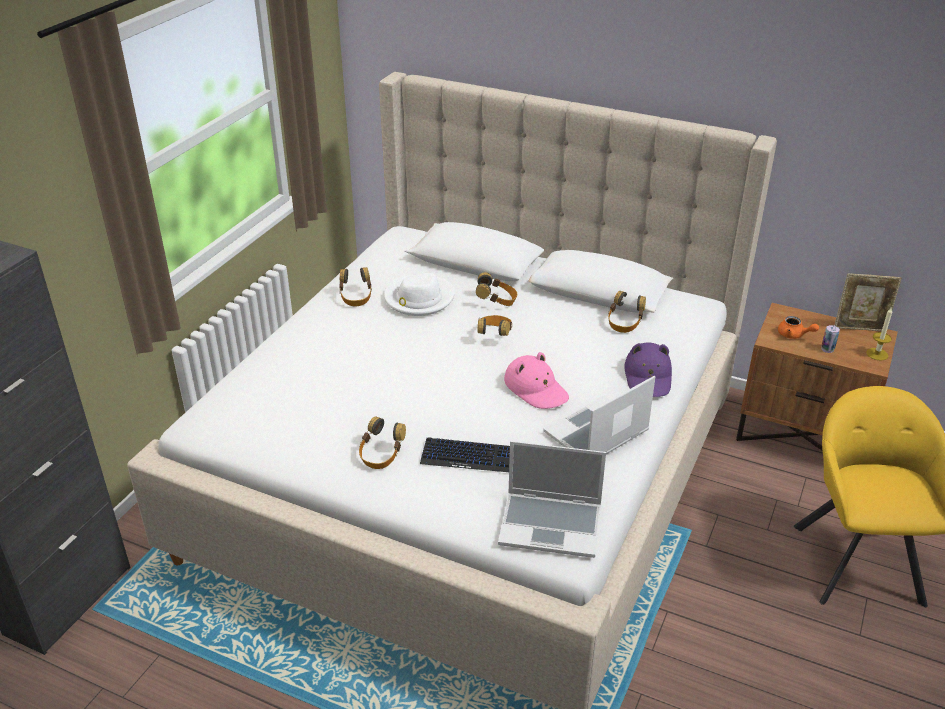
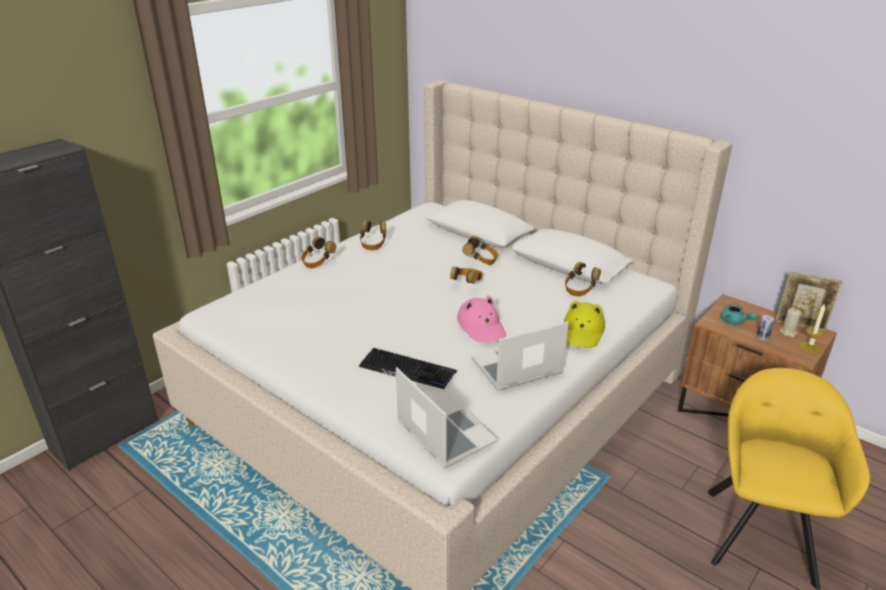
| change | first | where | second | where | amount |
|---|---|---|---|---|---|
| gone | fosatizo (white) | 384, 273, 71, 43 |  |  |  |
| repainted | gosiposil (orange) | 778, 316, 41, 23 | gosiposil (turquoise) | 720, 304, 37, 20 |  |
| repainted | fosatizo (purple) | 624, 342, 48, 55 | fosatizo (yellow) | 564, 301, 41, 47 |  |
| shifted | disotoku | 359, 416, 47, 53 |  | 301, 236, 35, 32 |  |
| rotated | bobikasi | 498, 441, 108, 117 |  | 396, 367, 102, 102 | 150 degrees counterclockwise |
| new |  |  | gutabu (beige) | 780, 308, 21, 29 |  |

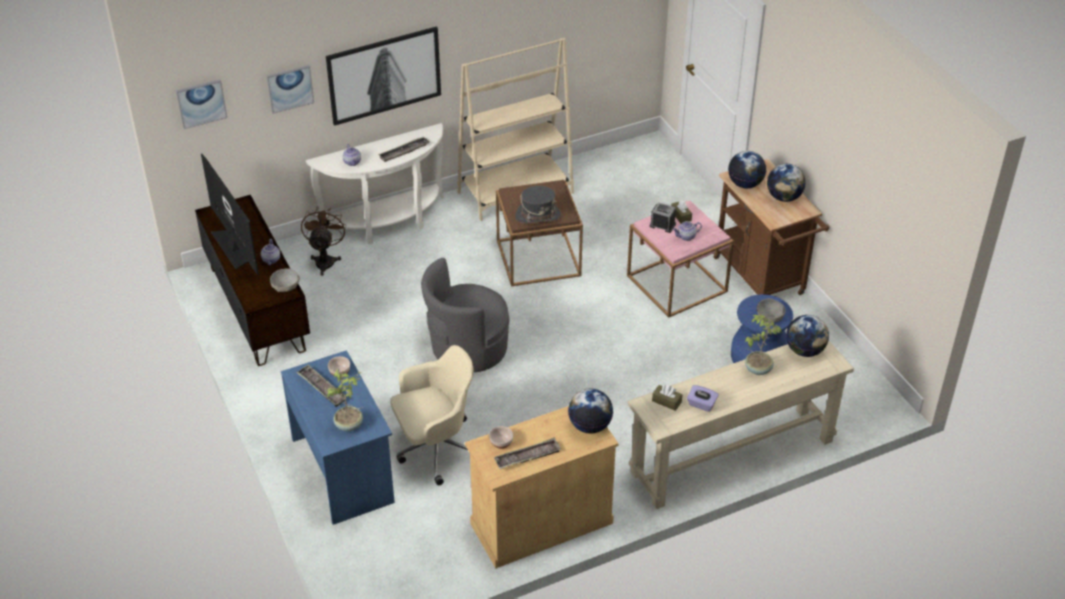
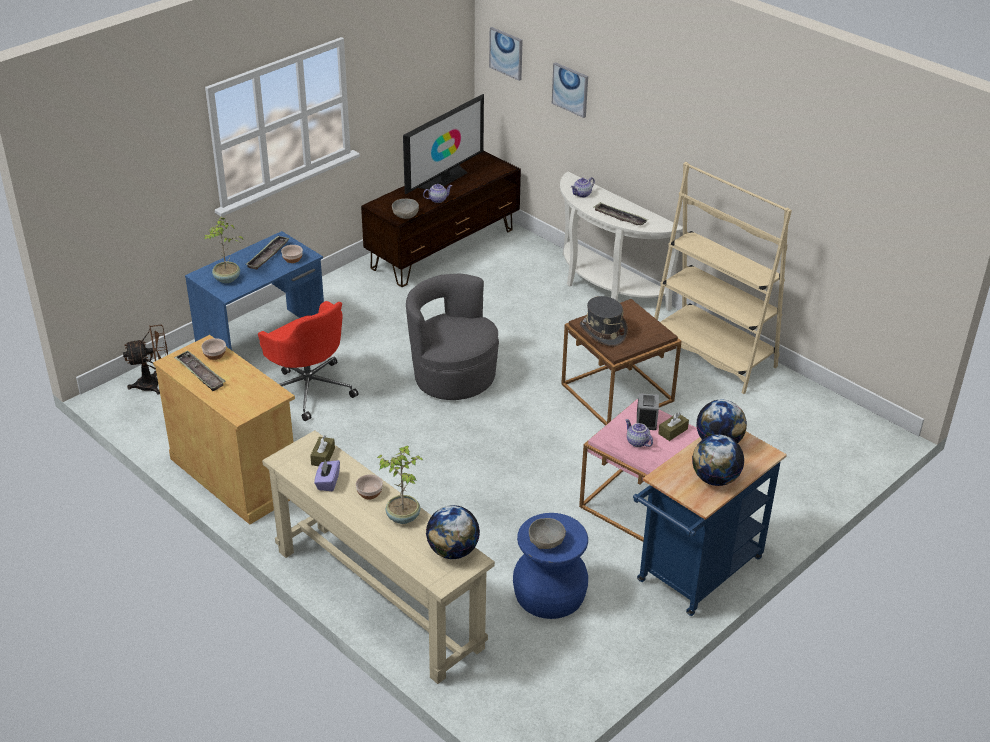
| change | first | where | second | where | amount |
|---|---|---|---|---|---|
| gone | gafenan | 326, 26, 115, 100 |  |  |  |
| repainted | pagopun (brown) | 714, 159, 115, 136 | pagopun (blue) | 633, 431, 154, 185 |  |
| shifted | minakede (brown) | 301, 208, 45, 68 |  | 123, 325, 45, 70 |  |
| repainted | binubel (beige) | 391, 345, 82, 140 | binubel (red) | 258, 301, 101, 120 |  |
| gone | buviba | 568, 389, 45, 45 |  |  |  |
| new |  |  | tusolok | 356, 474, 27, 26 |  |

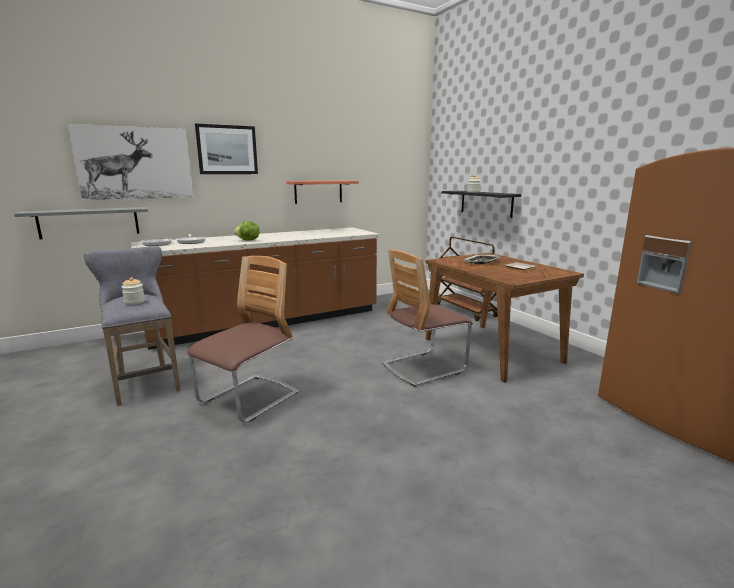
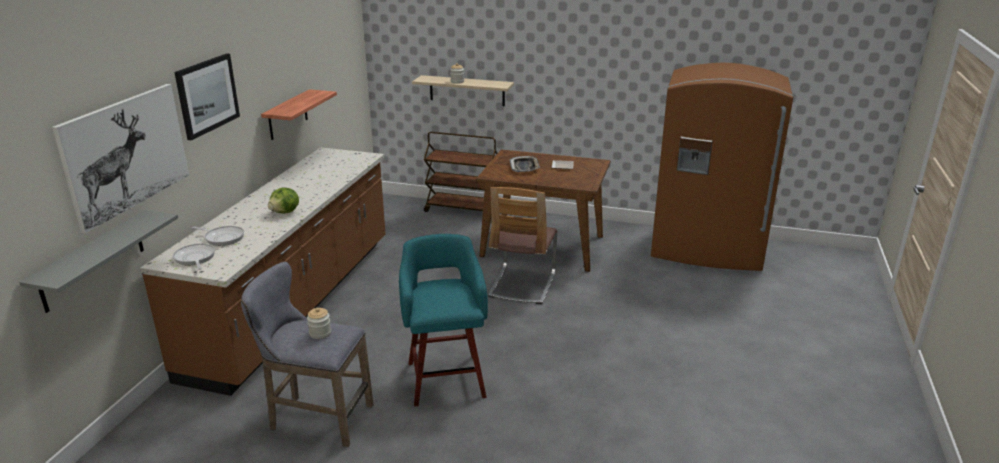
| change | first | where | second | where | amount |
|---|---|---|---|---|---|
| repainted | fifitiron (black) | 442, 191, 79, 27 | fifitiron (beige) | 412, 75, 102, 31 |  |
| swapped | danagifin | 187, 256, 112, 167 | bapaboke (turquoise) | 399, 234, 89, 173 |  |

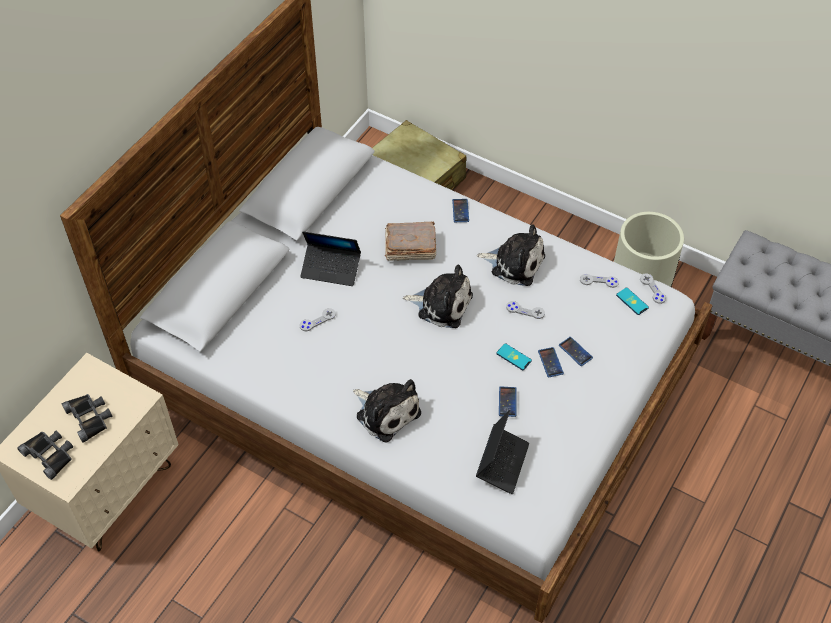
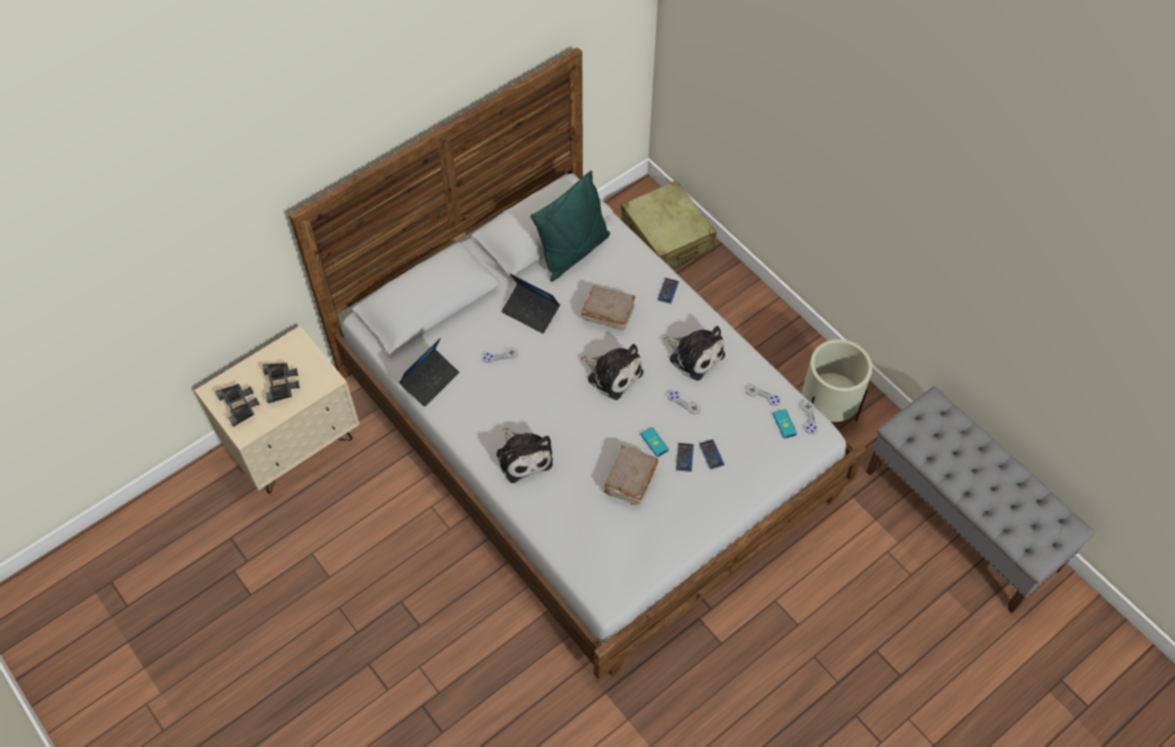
| change | first | where | second | where | amount |
|---|---|---|---|---|---|
| swapped | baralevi | 499, 386, 18, 31 | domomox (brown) | 604, 446, 54, 59 |  |
| shifted | bobikasi | 476, 410, 53, 84 |  | 399, 338, 60, 69 |  |
| new |  |  | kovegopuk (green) | 530, 170, 80, 112 |  |

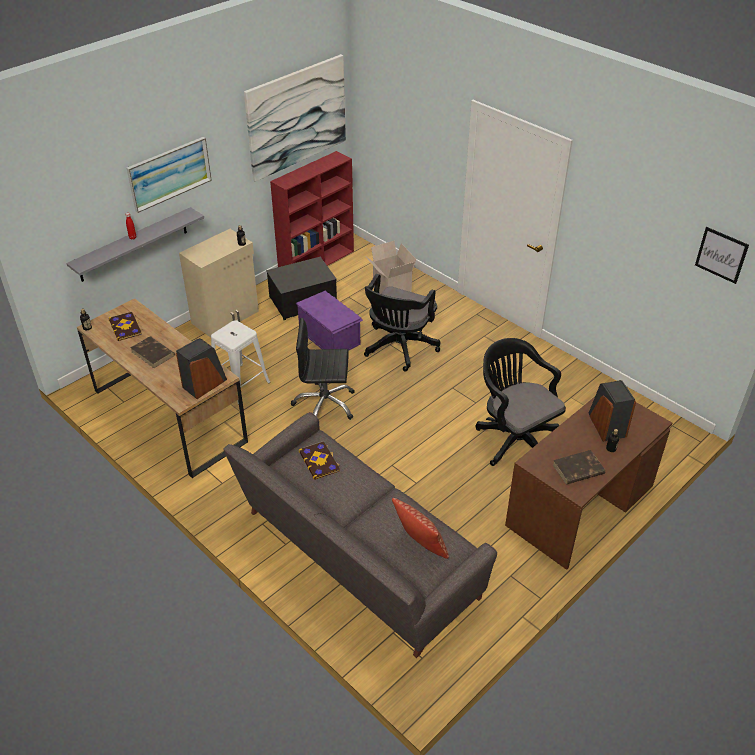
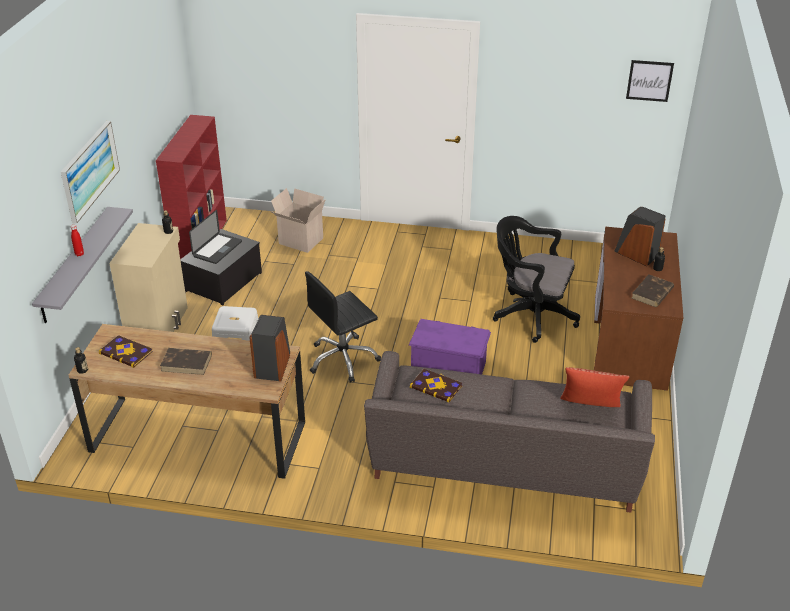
| change | first | where | second | where | amount |
|---|---|---|---|---|---|
| gone | gafenan | 244, 54, 102, 128 |  |  |  |
| gone | binubel (black) | 364, 274, 76, 98 |  |  |  |
| shifted | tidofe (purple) | 296, 291, 67, 59 |  | 408, 319, 83, 55 |  |
| new |  |  | bobikasi | 189, 210, 53, 54 |  |

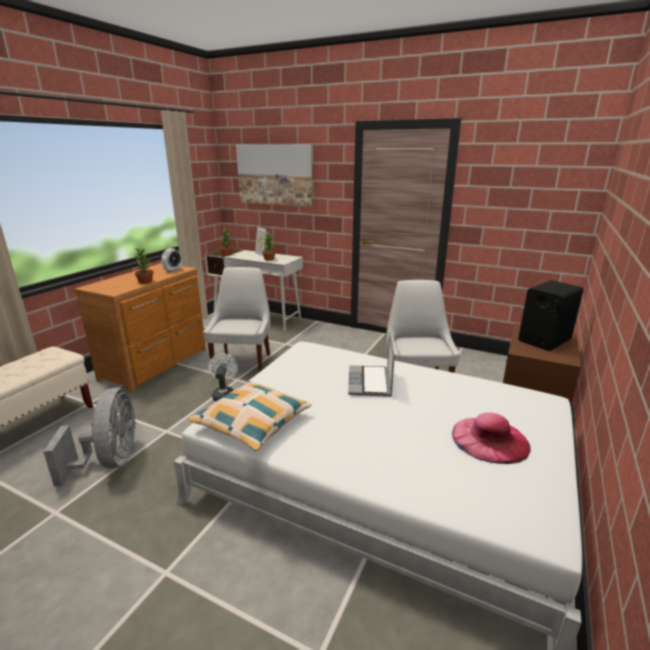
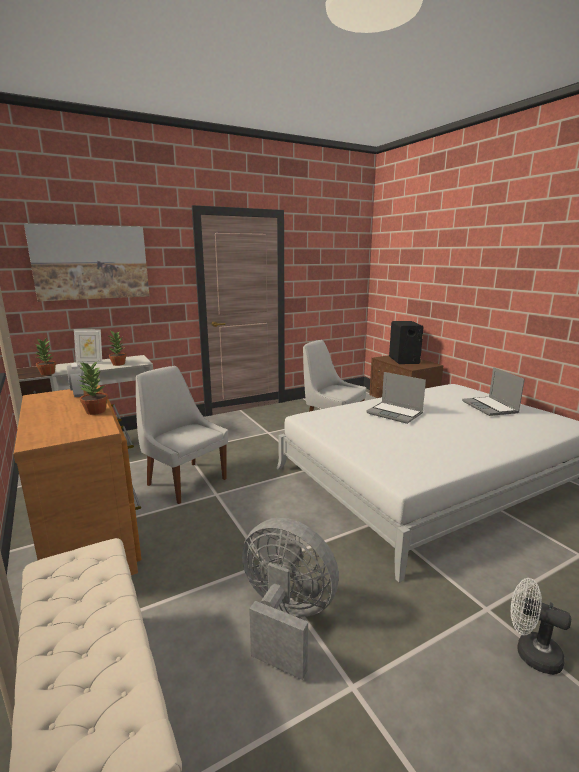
| change | first | where | second | where | amount |
|---|---|---|---|---|---|
| shifted | minakede (white) | 208, 353, 30, 48 |  | 511, 578, 60, 97 |  |
| gone | kovegopuk | 189, 381, 123, 70 |  |  |  |
| swapped | fosatizo (pink) | 452, 413, 79, 51 | bobikasi | 462, 367, 63, 49 |  |

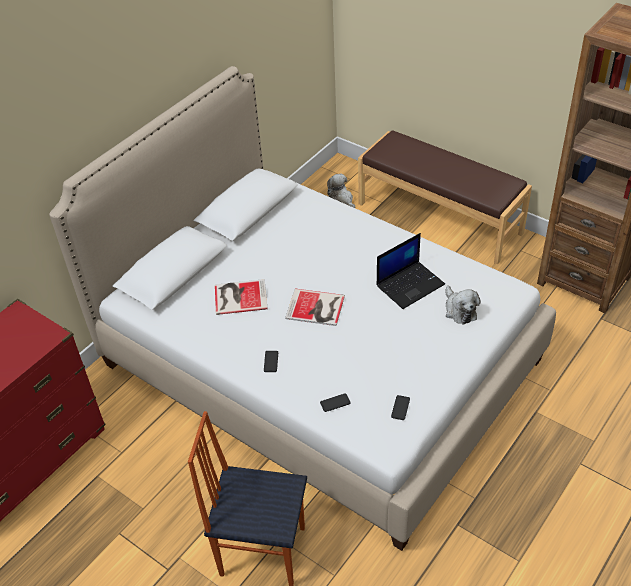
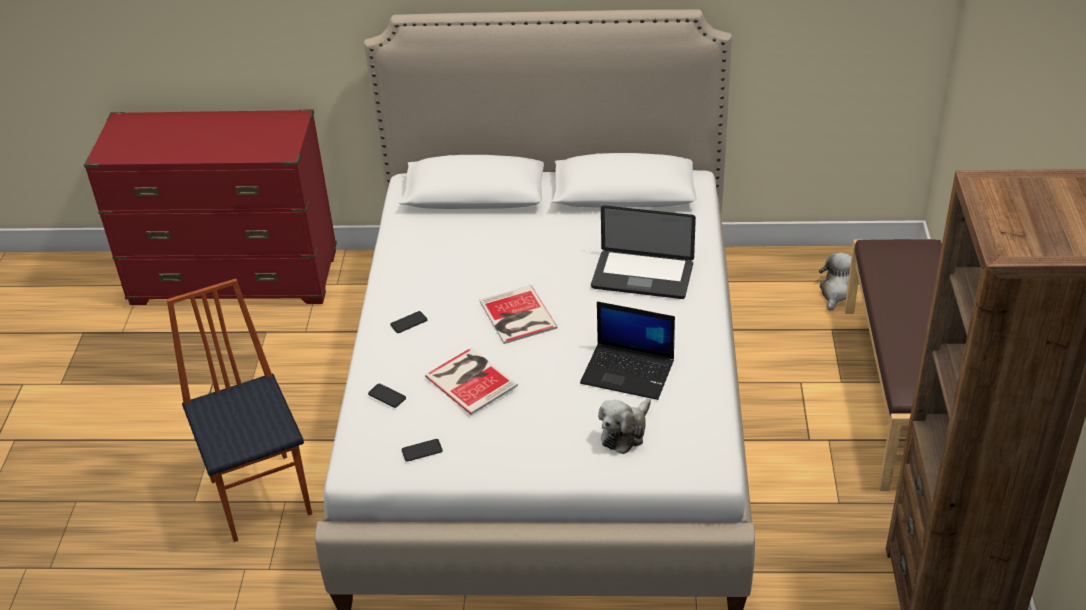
| change | first | where | second | where | amount |
|---|---|---|---|---|---|
| shifted | domomox | 215, 279, 53, 36 |  | 425, 348, 93, 67 |  |
| new |  |  | bobikasi | 591, 205, 105, 94 |  |

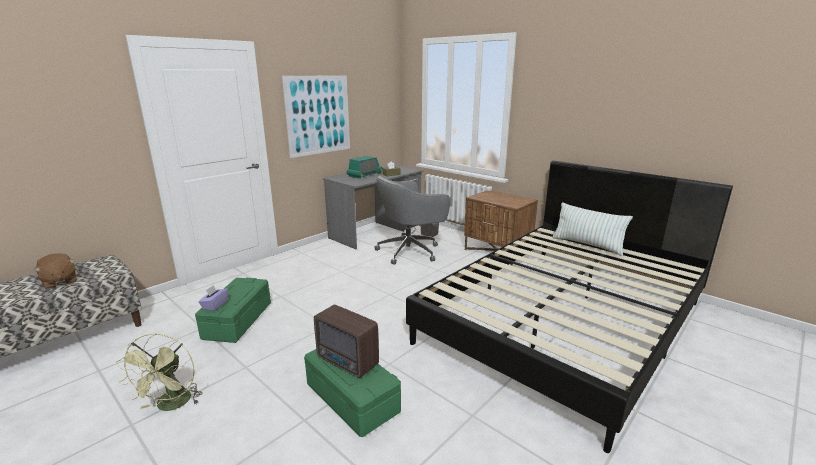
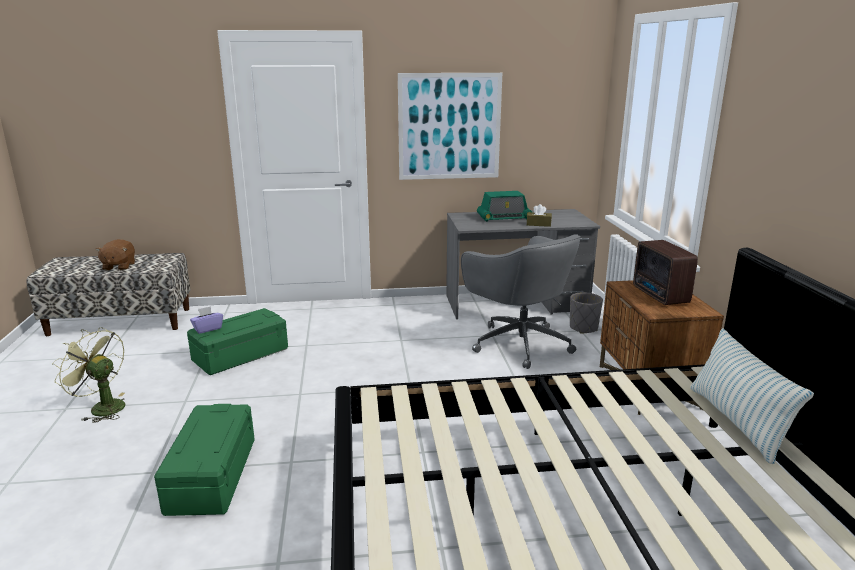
| change | first | where | second | where | amount |
|---|---|---|---|---|---|
| rotated | binubel (grey) | 374, 176, 76, 89 |  | 461, 234, 119, 135 | 135 degrees counterclockwise |
| shifted | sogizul | 314, 305, 65, 73 |  | 633, 240, 65, 65 |  |
| rotated | minakede (green) | 116, 333, 86, 78 |  | 52, 327, 73, 96 | 75 degrees clockwise |

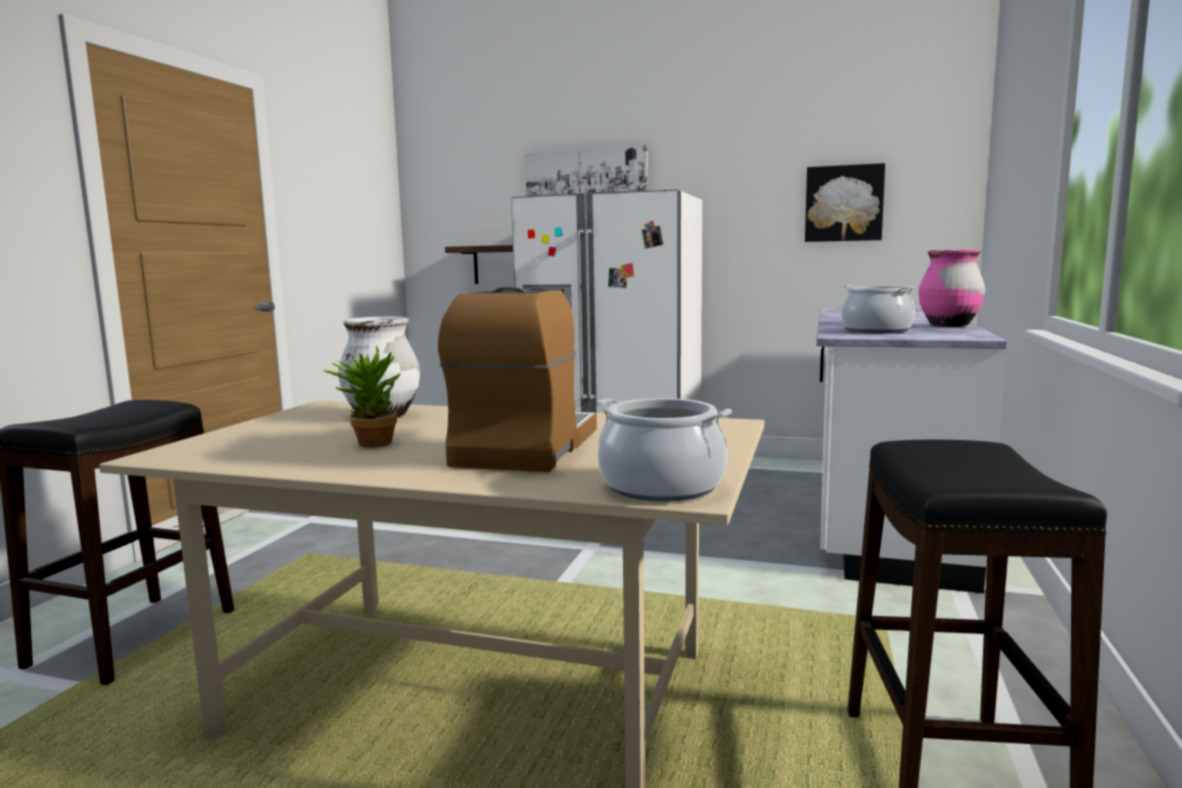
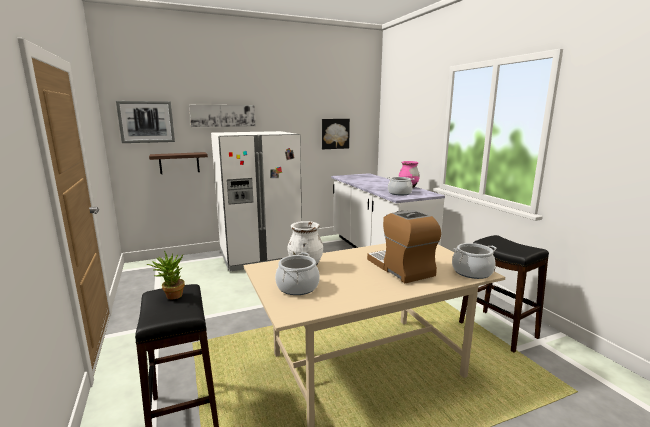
| change | first | where | second | where | amount |
|---|---|---|---|---|---|
| shifted | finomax | 323, 346, 78, 102 |  | 147, 250, 38, 49 |  |
| new |  |  | gafenan | 116, 101, 59, 42 |  |
| new |  |  | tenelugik | 275, 252, 45, 43 |  |

